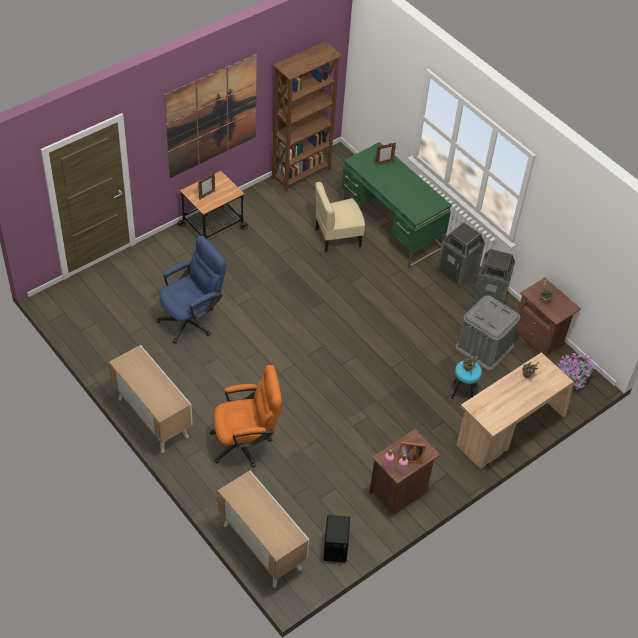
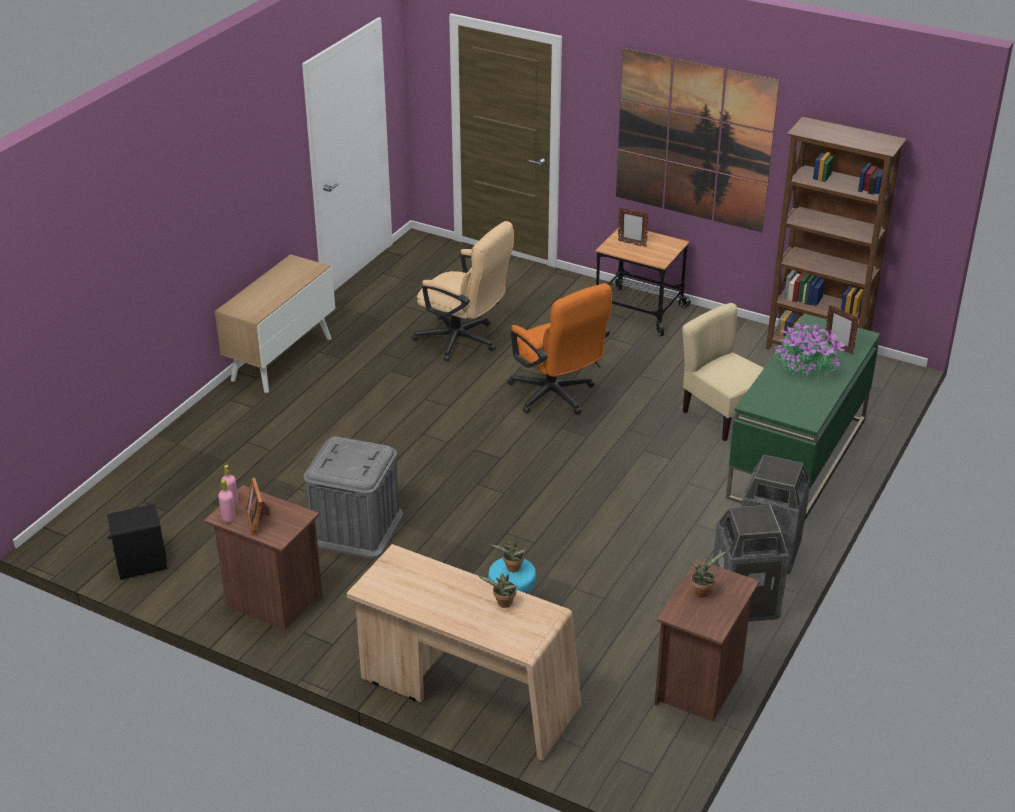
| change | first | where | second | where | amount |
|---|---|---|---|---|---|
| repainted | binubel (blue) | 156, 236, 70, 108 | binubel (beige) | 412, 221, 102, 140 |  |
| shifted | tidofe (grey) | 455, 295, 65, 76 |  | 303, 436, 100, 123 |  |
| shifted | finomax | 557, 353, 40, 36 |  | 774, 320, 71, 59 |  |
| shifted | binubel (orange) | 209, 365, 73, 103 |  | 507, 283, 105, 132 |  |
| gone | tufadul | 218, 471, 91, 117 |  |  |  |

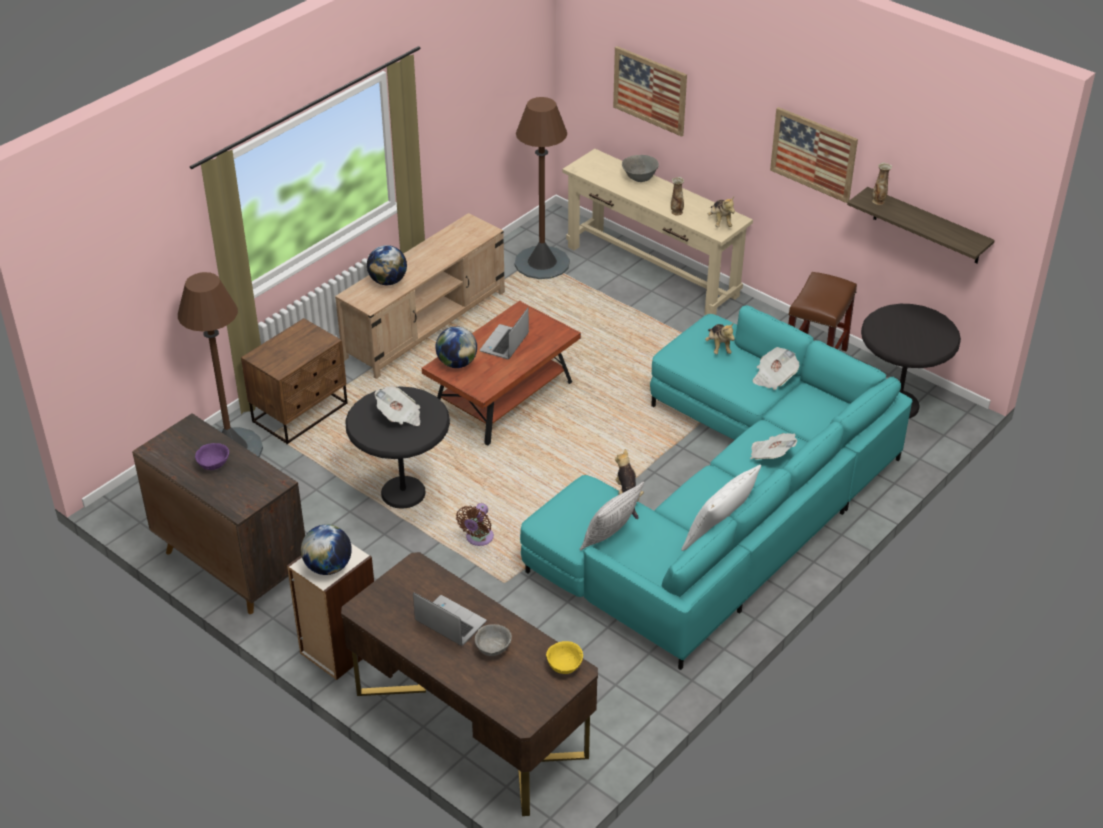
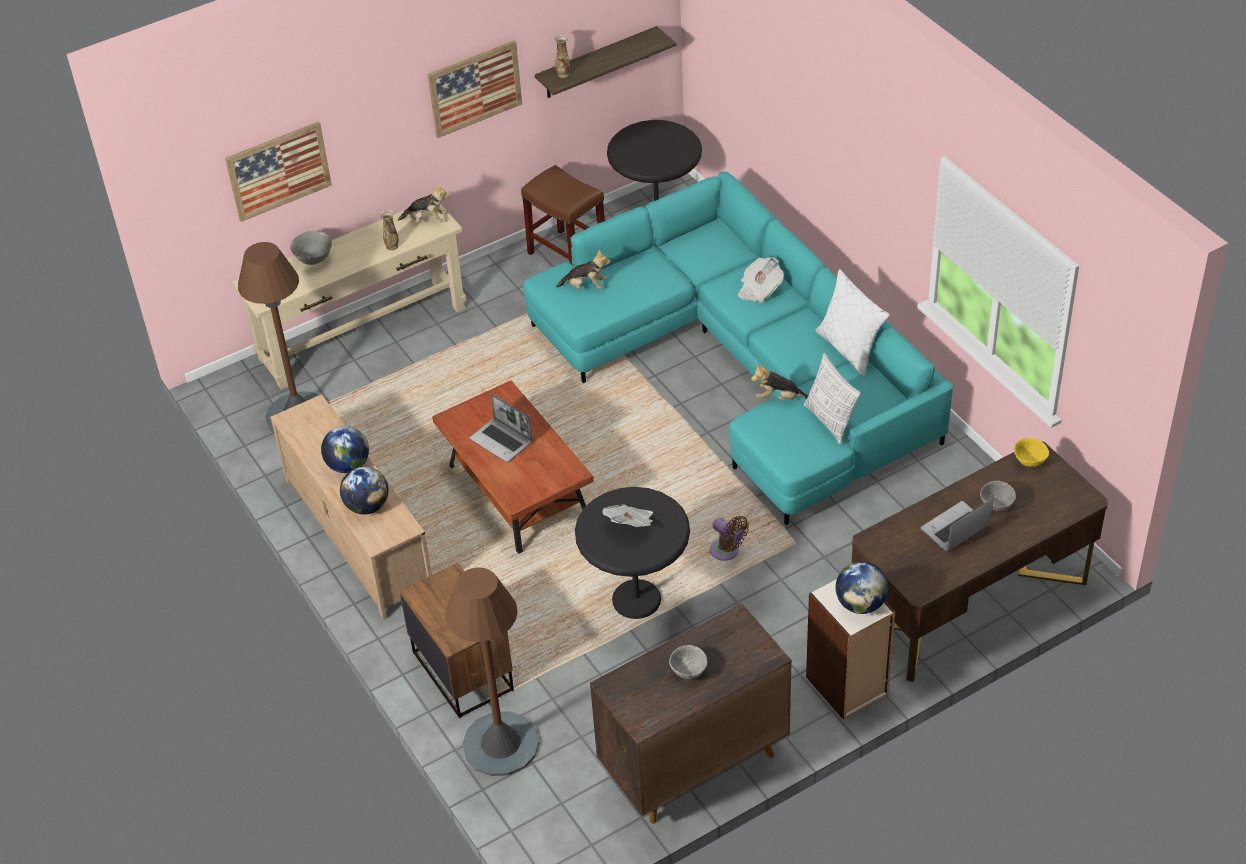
| change | first | where | second | where | amount |
|---|---|---|---|---|---|
| shifted | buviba | 435, 326, 42, 42 |  | 321, 426, 48, 47 |  |
| gone | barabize | 753, 347, 46, 43 |  |  |  |
| repainted | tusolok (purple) | 195, 443, 34, 27 | tusolok (grey) | 669, 645, 38, 34 |  |

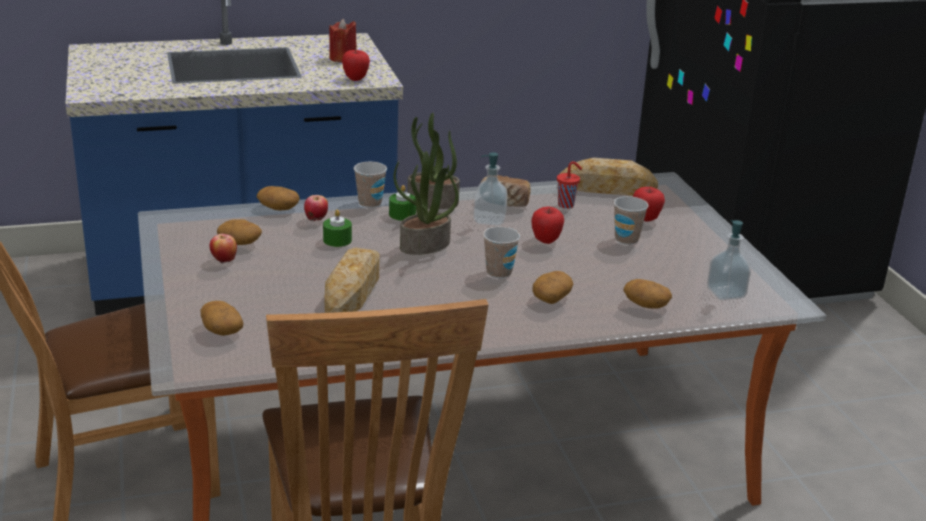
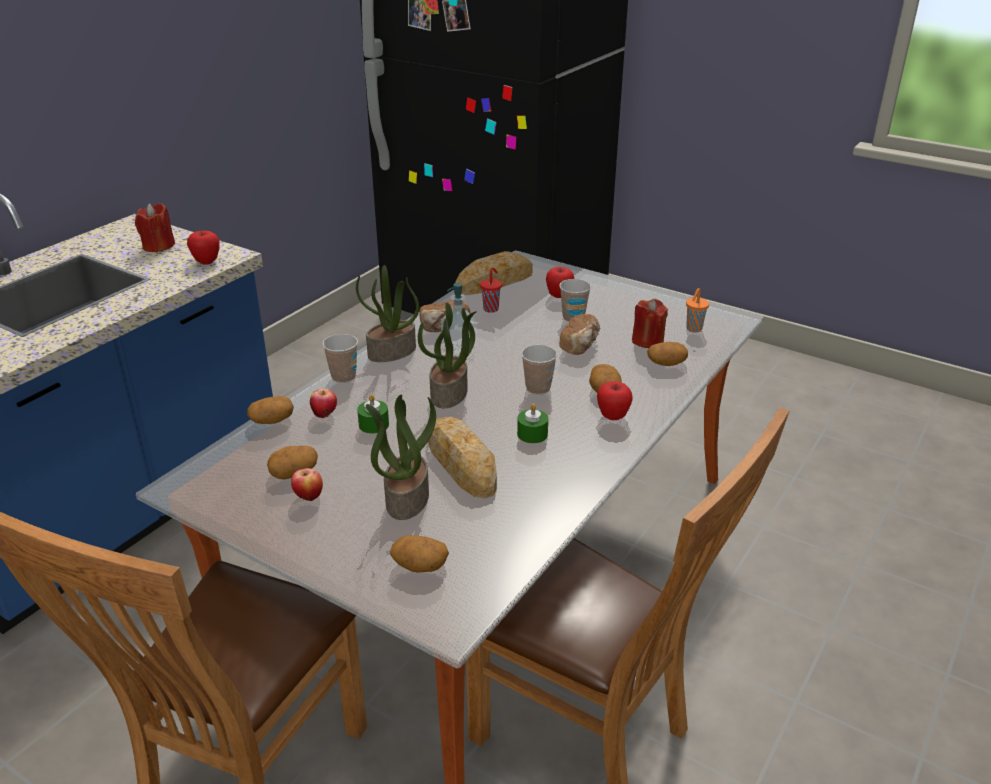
| change | first | where | second | where | amount |
|---|---|---|---|---|---|
| shifted | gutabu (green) | 389, 185, 27, 36 |  | 517, 404, 31, 39 |  |
| shifted | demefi | 531, 206, 33, 38 |  | 597, 381, 36, 39 |  |
| swapped | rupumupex | 707, 220, 44, 80 | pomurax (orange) | 686, 288, 23, 45 |  |
| new |  |  | gutabu (red) | 632, 299, 36, 49 |  |
| new |  |  | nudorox | 559, 314, 41, 41 |  |
| new |  |  | finomax | 365, 395, 71, 125 |  |

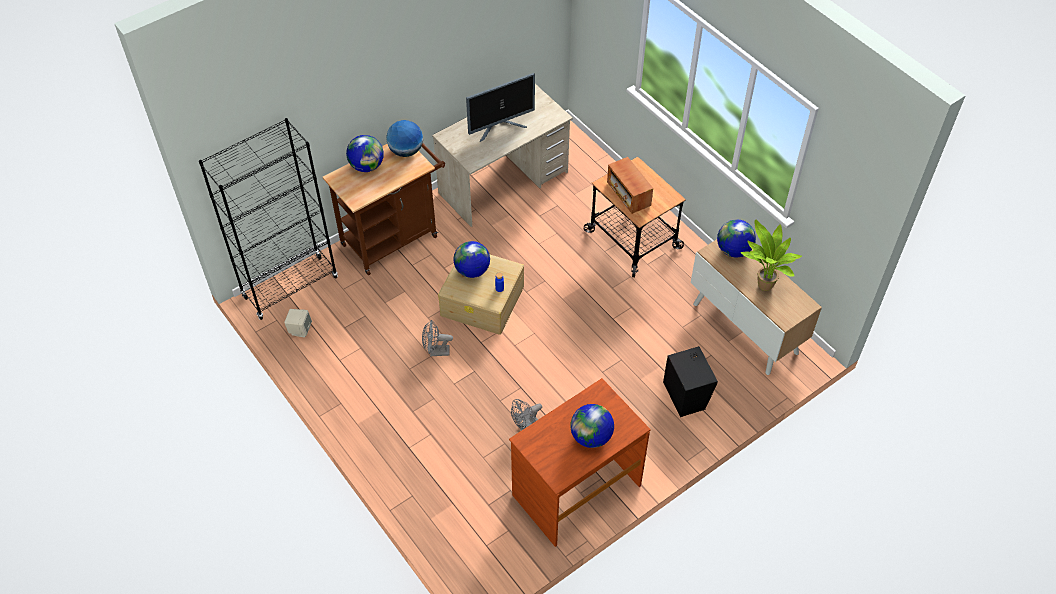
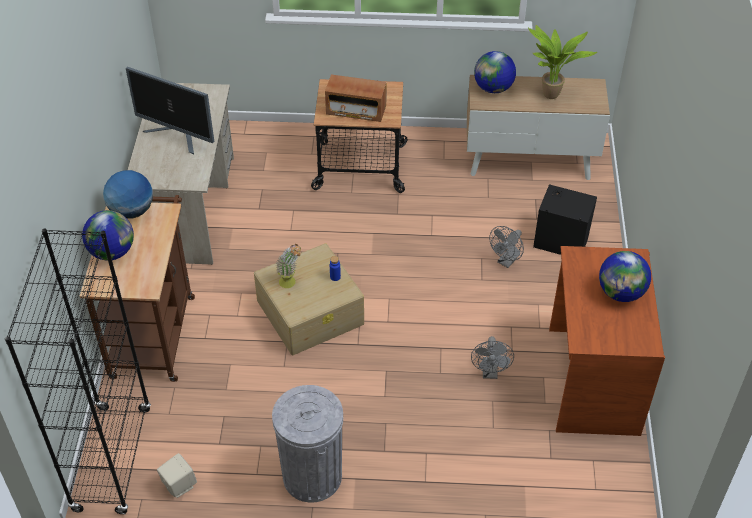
| change | first | where | second | where | amount |
|---|---|---|---|---|---|
| rotated | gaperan | 466, 73, 69, 69 |  | 126, 67, 88, 87 | 105 degrees clockwise |
| swapped | buviba | 453, 241, 37, 37 | finomax | 276, 244, 26, 44 |  |
| shifted | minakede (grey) | 422, 320, 31, 37 |  | 489, 226, 35, 42 |  |
| new |  |  | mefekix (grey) | 272, 385, 71, 118 |  |

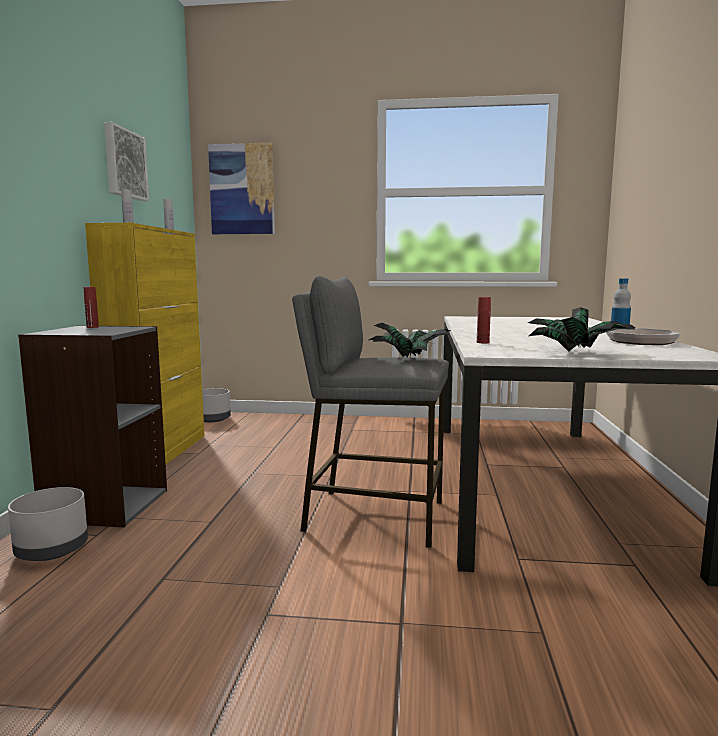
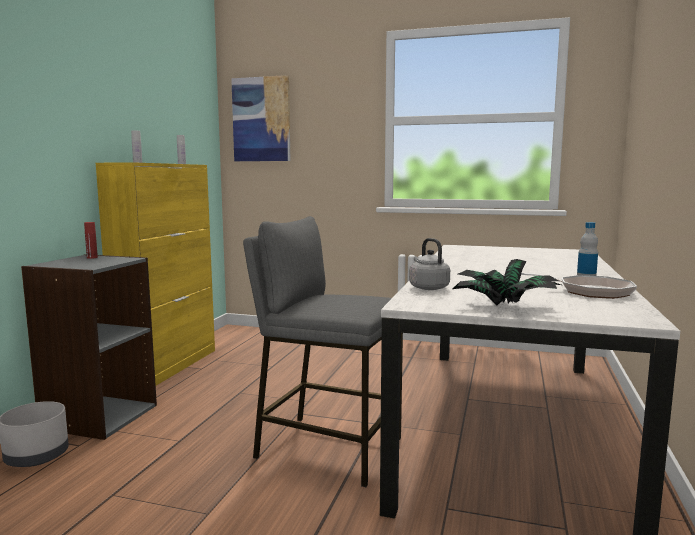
| change | first | where | second | where | amount |
|---|---|---|---|---|---|
| gone | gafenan | 104, 122, 45, 79 |  |  |  |
| swapped | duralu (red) | 477, 297, 14, 46 | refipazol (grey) | 409, 238, 41, 52 |  |
| gone | finomax | 369, 323, 81, 34 |  |  |  |
| gone | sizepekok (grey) | 202, 388, 29, 34 |  |  |  |

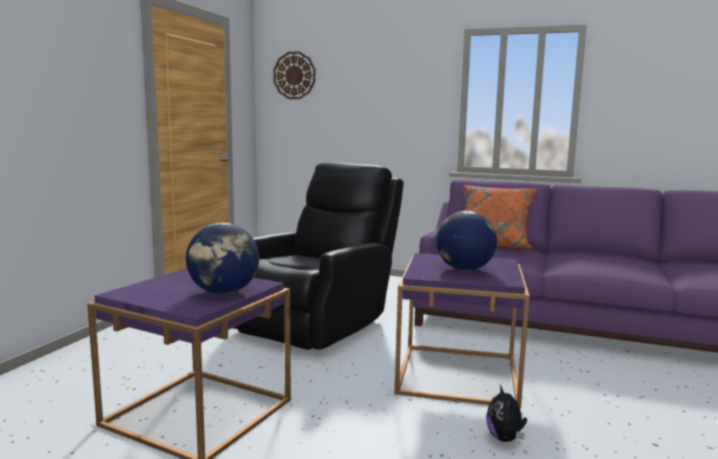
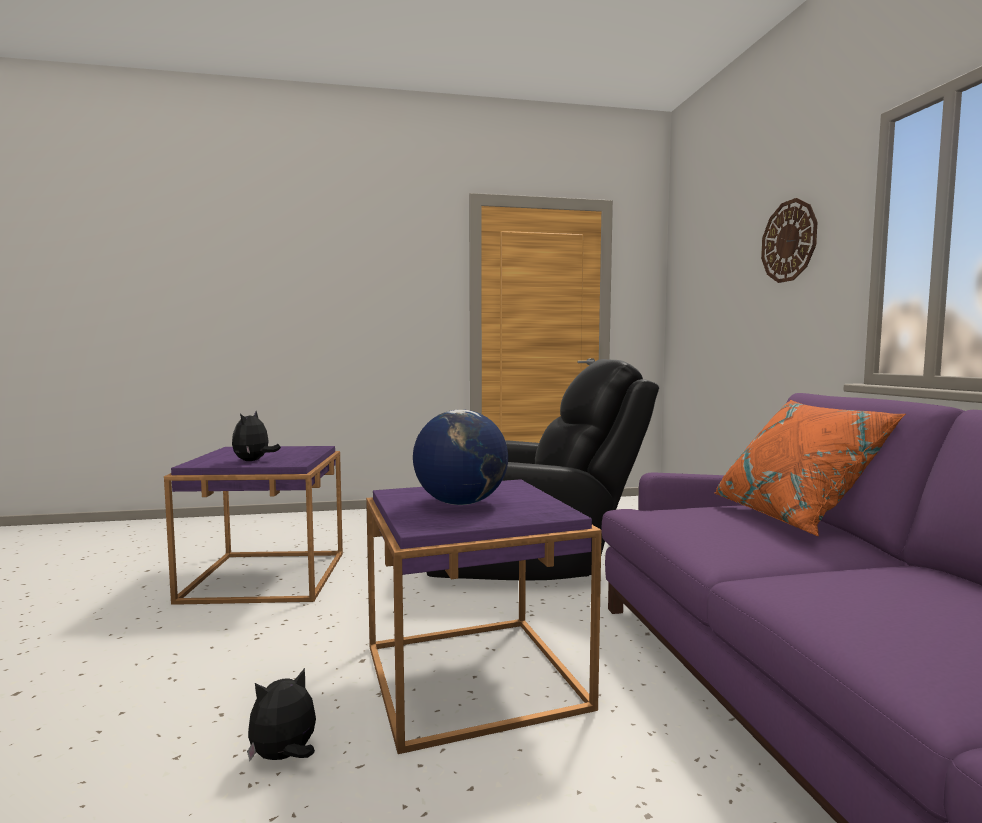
| change | first | where | second | where | amount |
|---|---|---|---|---|---|
| shifted | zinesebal | 273, 51, 42, 48 |  | 761, 198, 57, 85 |  |
| swapped | buviba | 186, 223, 73, 71 | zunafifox | 232, 411, 49, 50 |  |

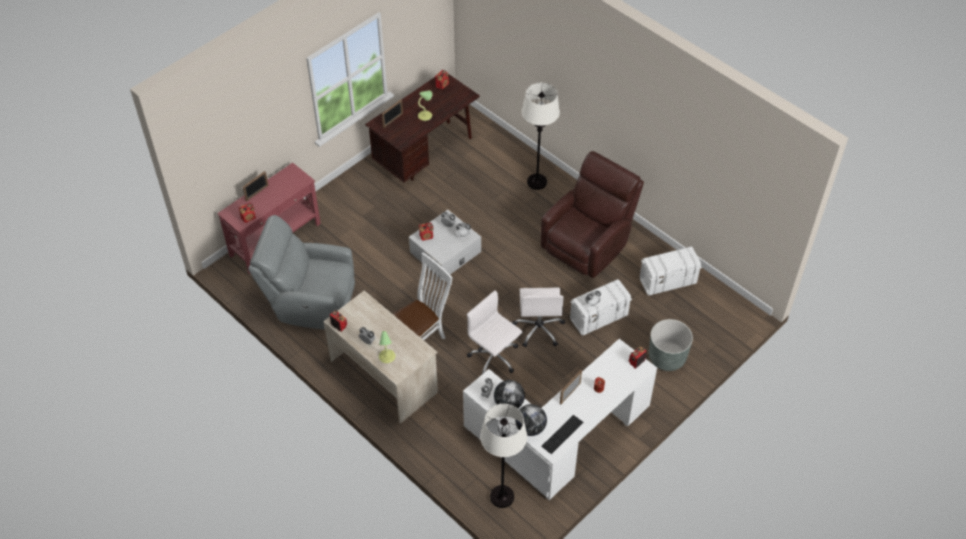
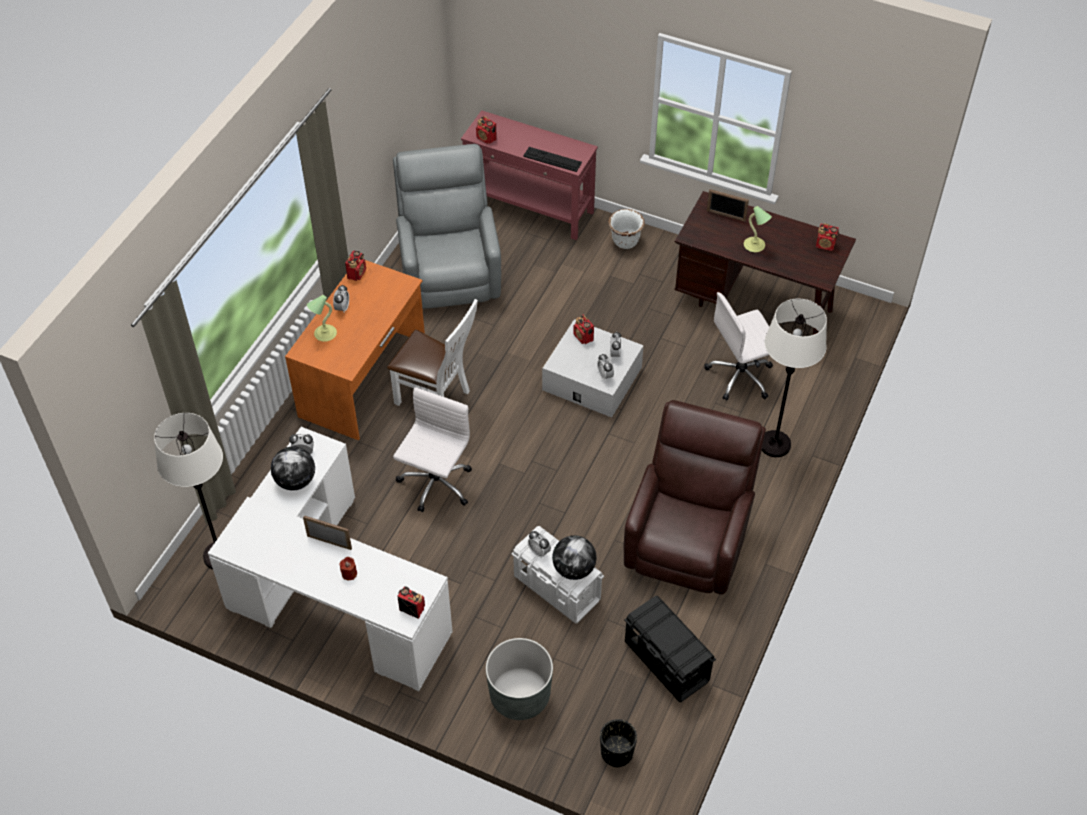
| change | first | where | second | where | amount |
|---|---|---|---|---|---|
| rotated | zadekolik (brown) | 541, 151, 103, 127 |  | 624, 400, 142, 195 | 90 degrees counterclockwise |
| gone | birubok | 243, 171, 26, 30 |  |  |  |
| repainted | tidofe (white) | 640, 246, 62, 50 | tidofe (black) | 624, 596, 92, 106 |  |
| shifted | binubel (white) | 512, 288, 53, 59 |  | 704, 292, 69, 109 |  |
| repainted | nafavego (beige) | 323, 290, 115, 134 | nafavego (orange) | 285, 260, 140, 181 |  |
| shifted | buviba | 515, 404, 32, 32 |  | 552, 535, 45, 45 |  |
| shifted | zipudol | 541, 415, 42, 39 |  | 523, 147, 59, 25 |  |
| new |  |  | sizepekok (white) | 608, 209, 37, 40 |  |
| new |  |  | sizepekok (black) | 600, 719, 37, 49 |  |

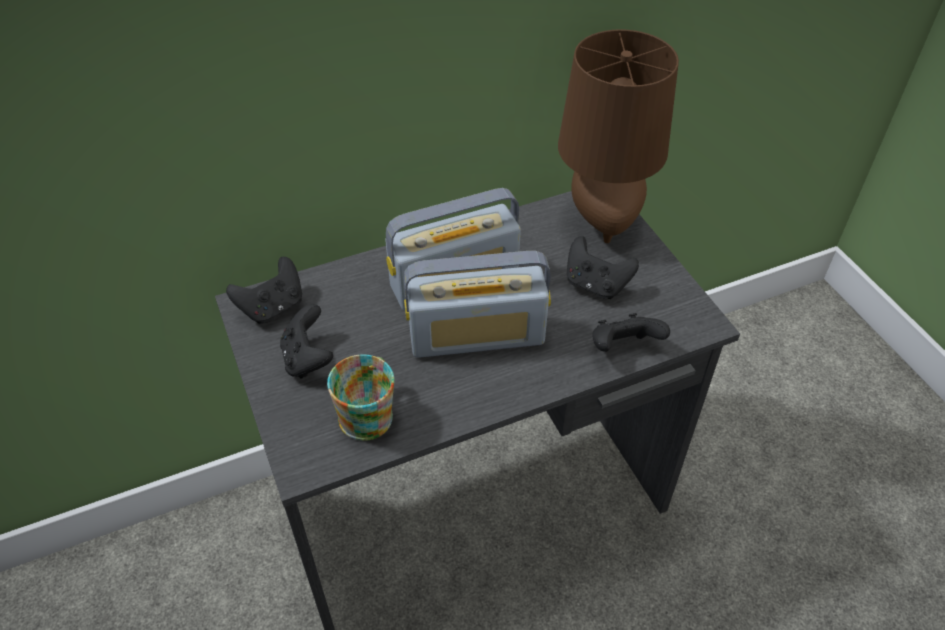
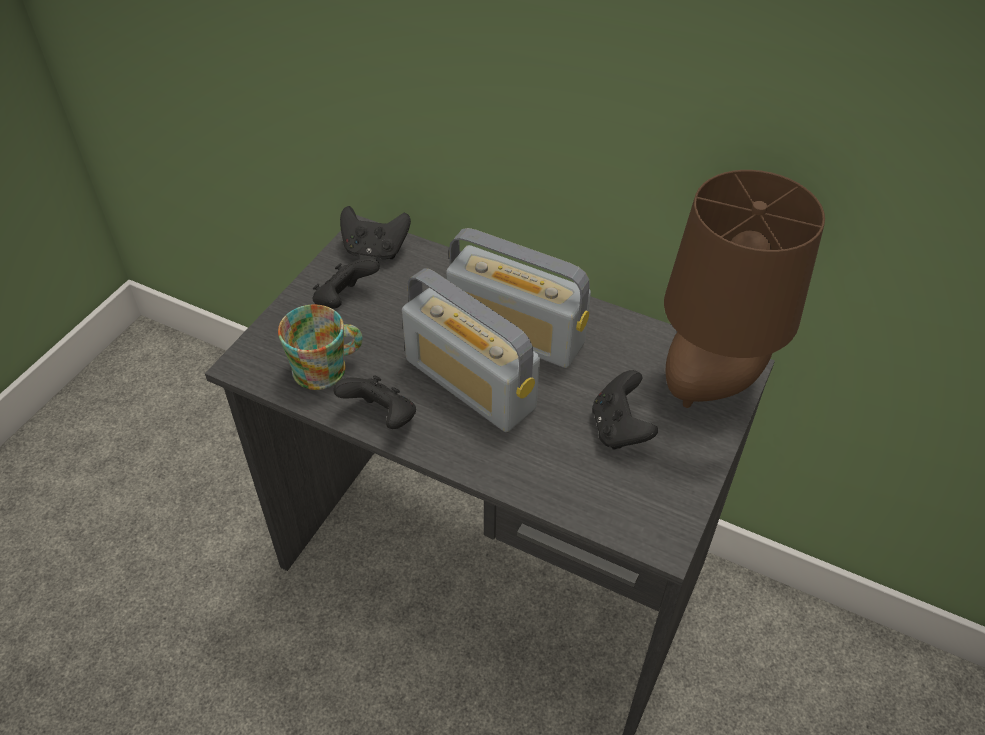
| change | first | where | second | where | amount |
|---|---|---|---|---|---|
| shifted | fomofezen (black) | 592, 313, 78, 39 |  | 334, 375, 82, 54 |  |

